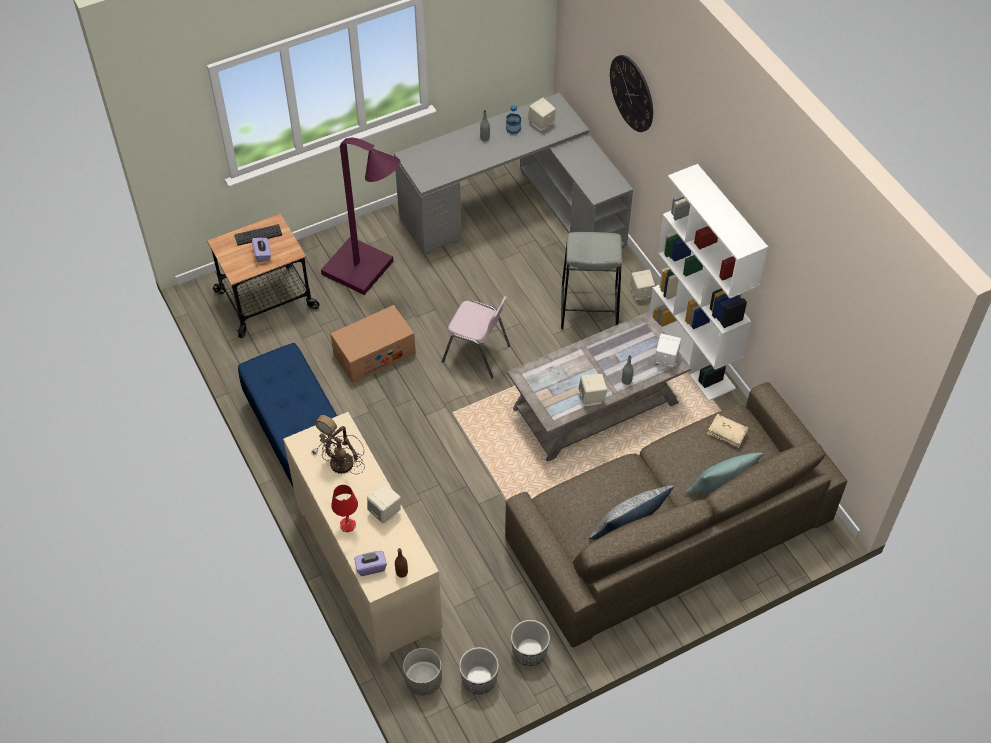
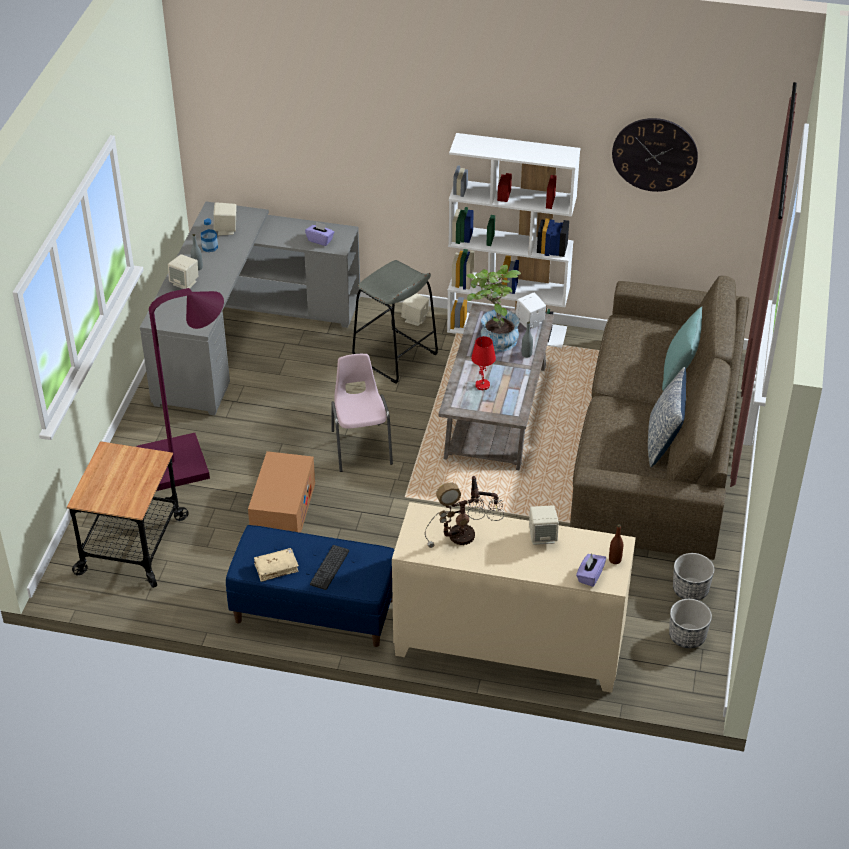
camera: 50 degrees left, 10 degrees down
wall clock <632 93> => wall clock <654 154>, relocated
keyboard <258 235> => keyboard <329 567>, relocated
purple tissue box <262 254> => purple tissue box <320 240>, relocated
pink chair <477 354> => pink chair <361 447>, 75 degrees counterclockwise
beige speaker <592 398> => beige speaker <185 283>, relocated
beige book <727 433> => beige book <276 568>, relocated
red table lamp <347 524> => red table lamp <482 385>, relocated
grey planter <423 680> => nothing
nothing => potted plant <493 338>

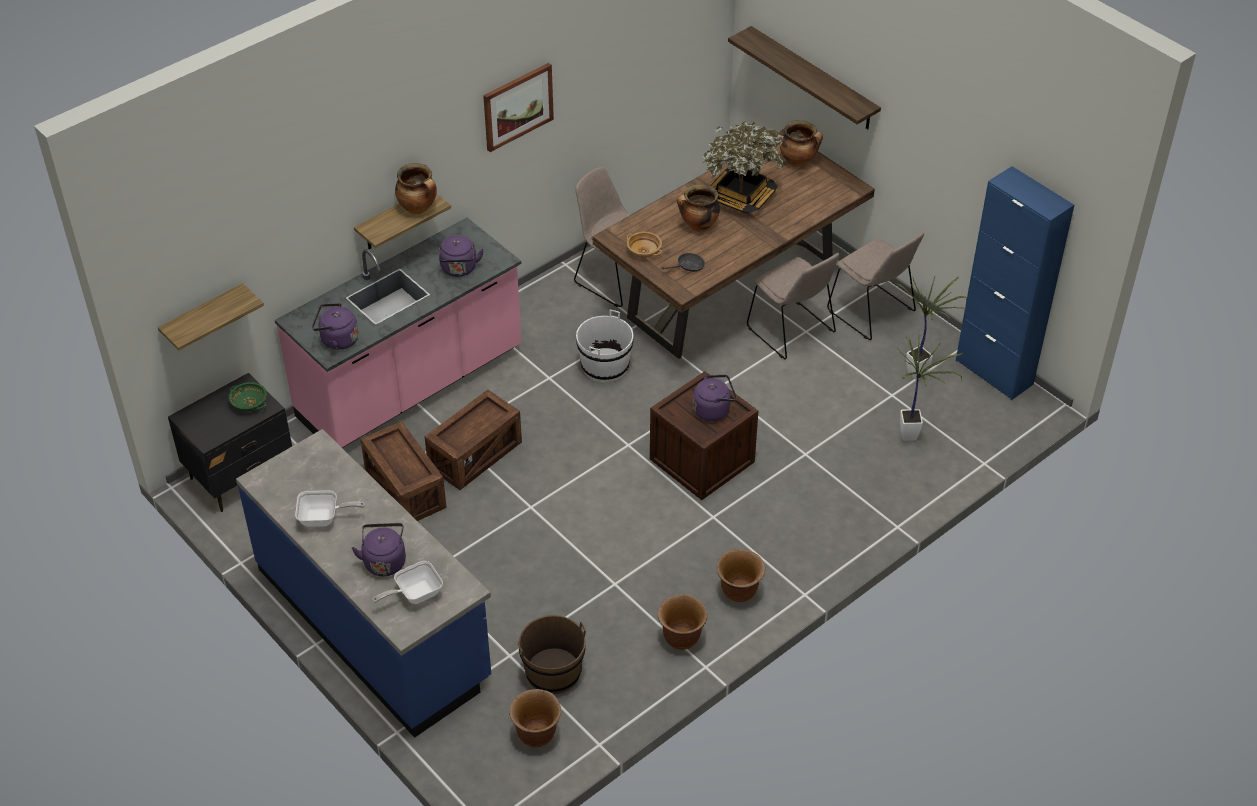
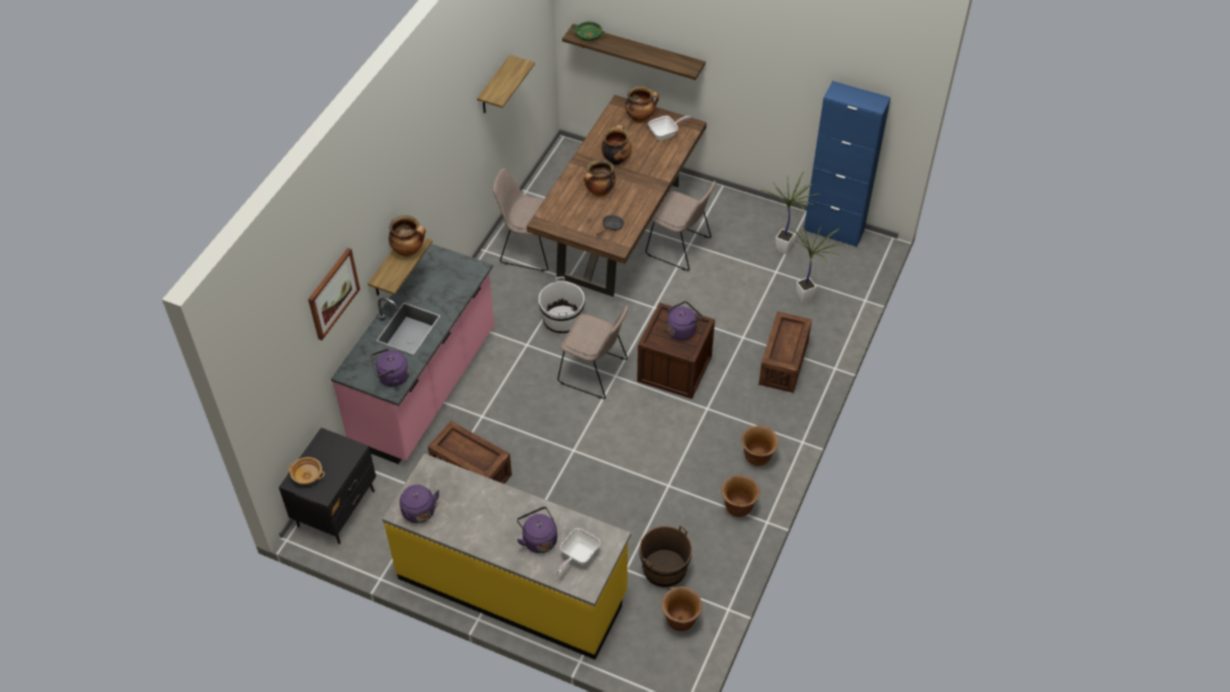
camera: 25 degrees left, 5 degrees up
picture <517 106> => picture <333 293>, relocated
potted plant <740 197> => cooking pot <616 159>
beige bowl <644 251> => beige bowl <307 475>, relocated
beige chair <873 313> => beige chair <595 372>, relocated
purple kettle <459 269> => purple kettle <420 513>, relocated
shelf <203 318> => shelf <494 86>, relocated
green bowl <249 403> => green bowl <588 37>, relocated
crate <475 455> => crate <783 363>, relocated
blue counter <374 624> => yellow counter <512 586>
frying pan <323 518> => frying pan <666 134>, relocated

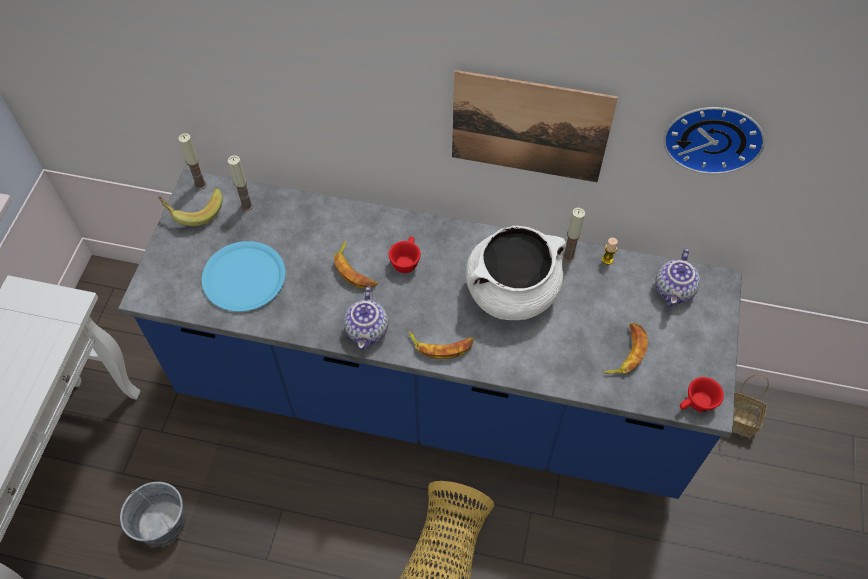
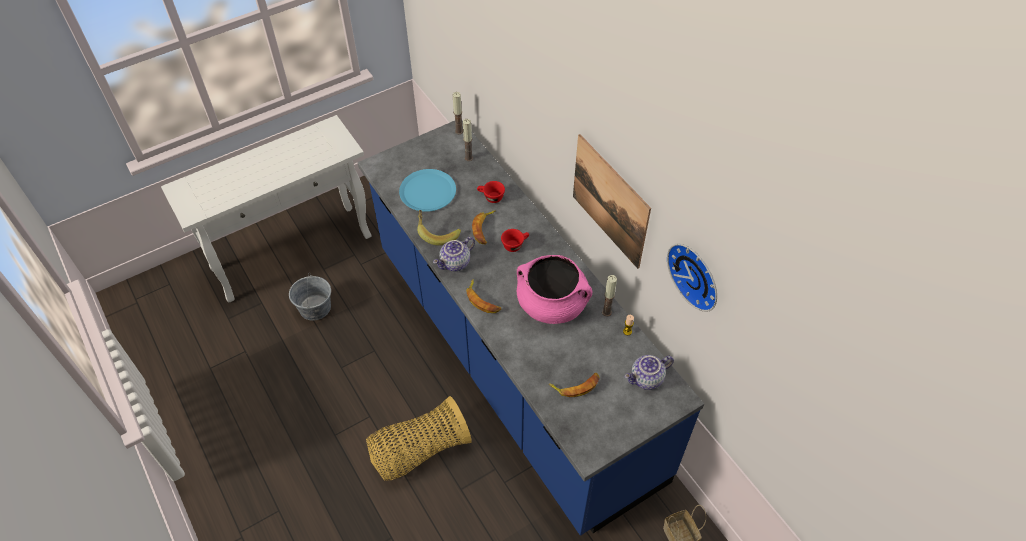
camera: 45 degrees right, 5 degrees down
banana <194 210> => banana <437 233>, relocated
white cooking pot <512 291> => pink cooking pot <552 304>
red cup <696 404> => red cup <490 197>, relocated

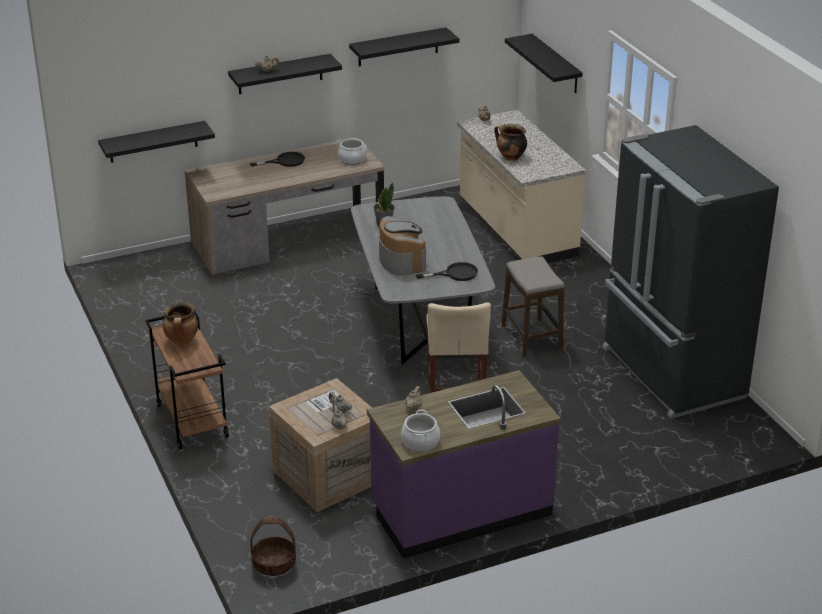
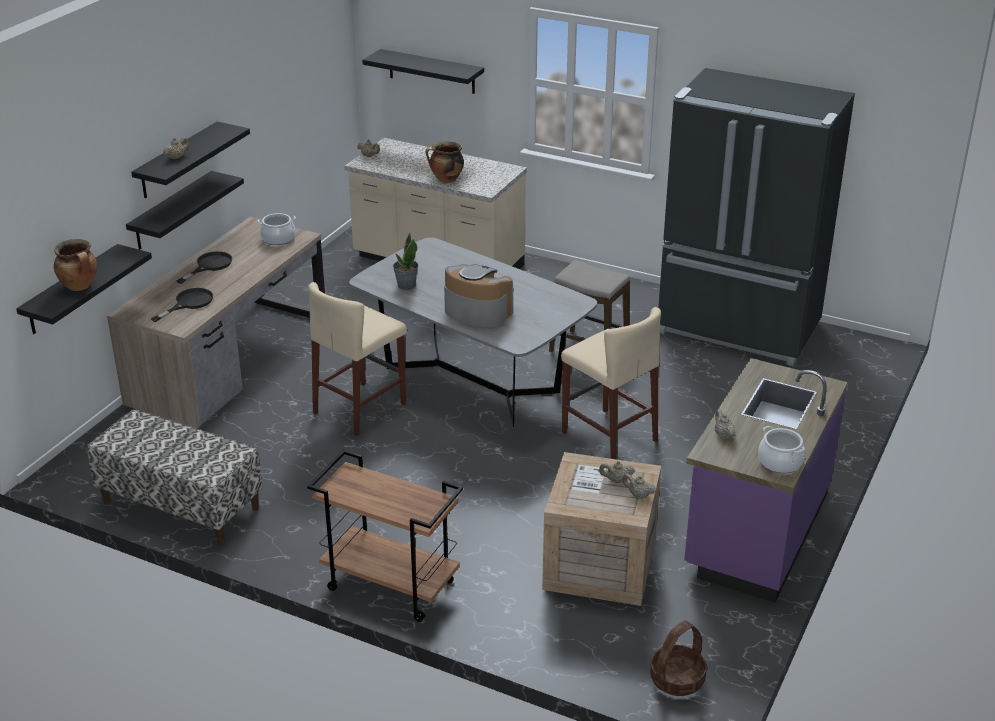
camera: 40 degrees left, 0 degrees up
black shelf <398 47> => black shelf <172 211>, relocated
black frying pan <455 274> => black frying pan <189 303>, relocated
cooking pot <182 341> => cooking pot <80 286>, relocated
nothing => beige stool <360 408>
nothing => bench <180 505>

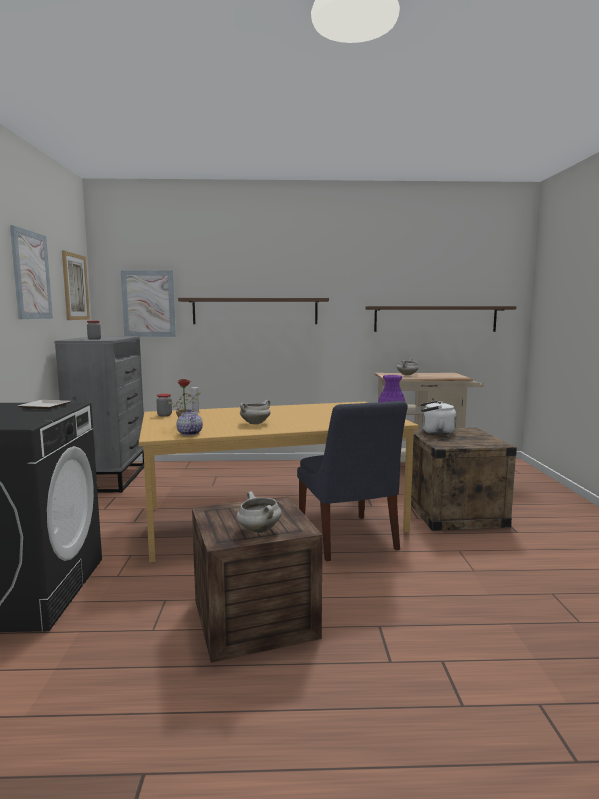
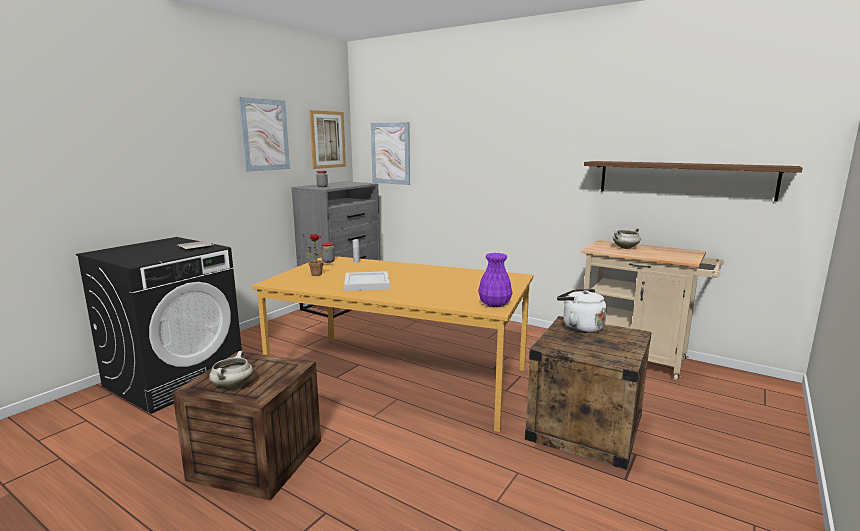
camera: 35 degrees right, 5 degrees up
shelf <255 311> => nothing
white cooking pot <255 423> => white tray <367 283>
blue chair <347 539> => nothing
teapot <189 433> => nothing

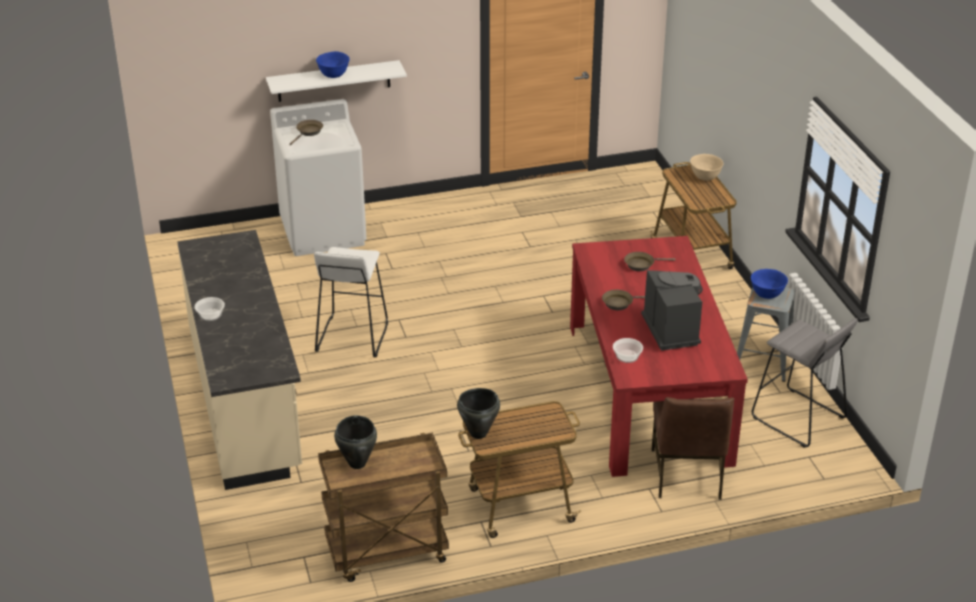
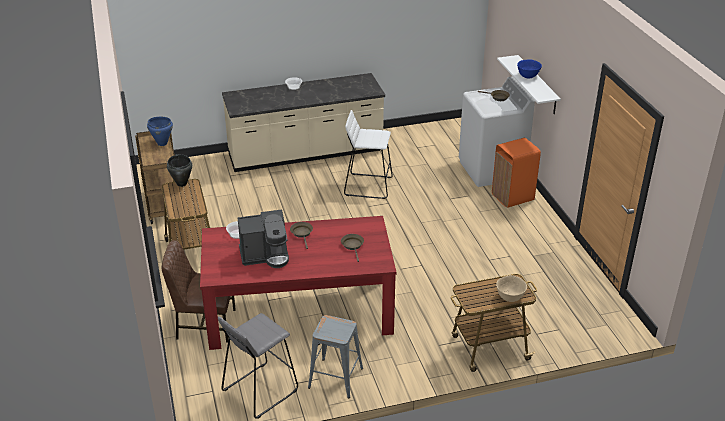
camera: 90 degrees right, 0 degrees up
blue bowl <767 294> => nothing
black cooking pot <357 463> => blue cooking pot <162 143>
nothing => orange trash can <512 197>

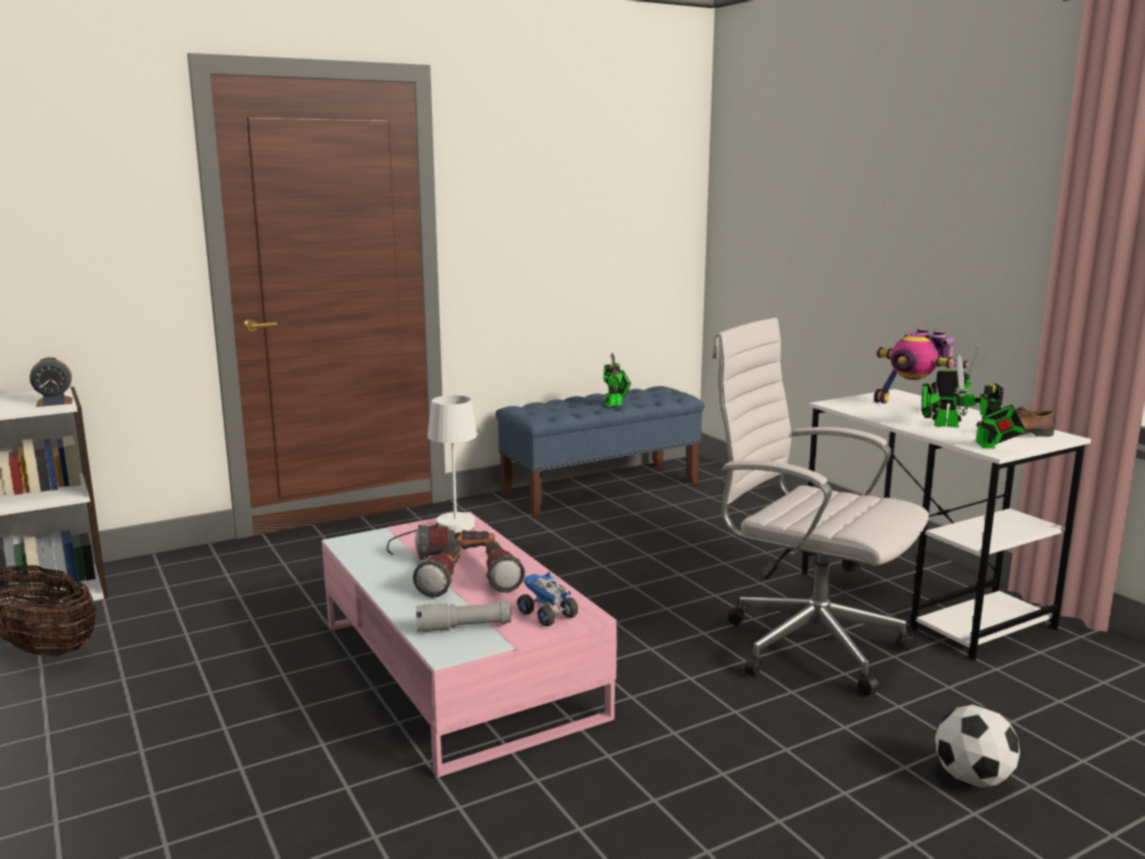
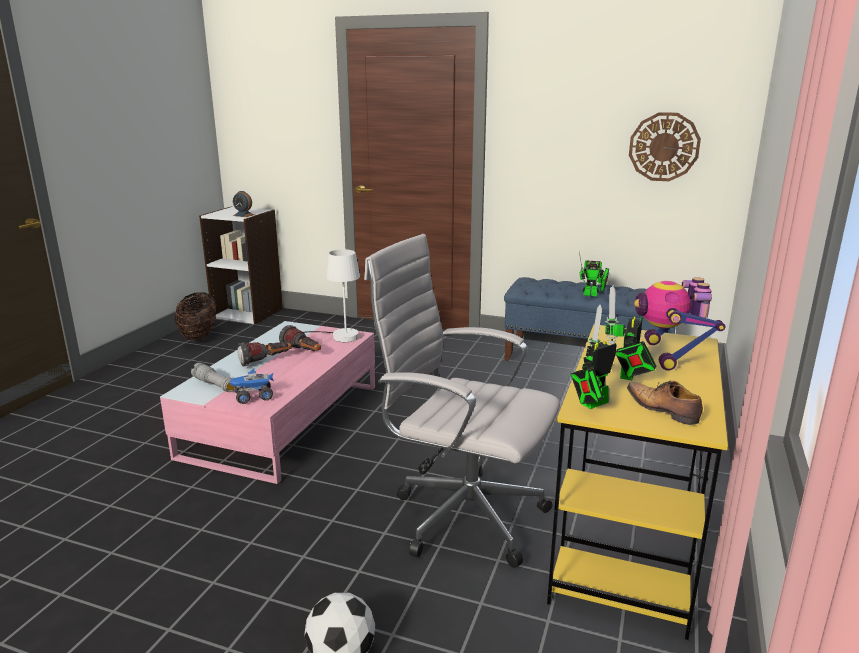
camera: 50 degrees right, 5 degrees up
white office chair <805 644> => white office chair <462 515>, 60 degrees counterclockwise
toy robot <941 425> => toy robot <626 376>, 135 degrees counterclockwise
white desk <923 600> => yellow desk <626 544>
flashlight <499 578> => nothing
toy truck <546 615> => toy truck <253 397>, 120 degrees counterclockwise
nothing => wall clock <664 147>

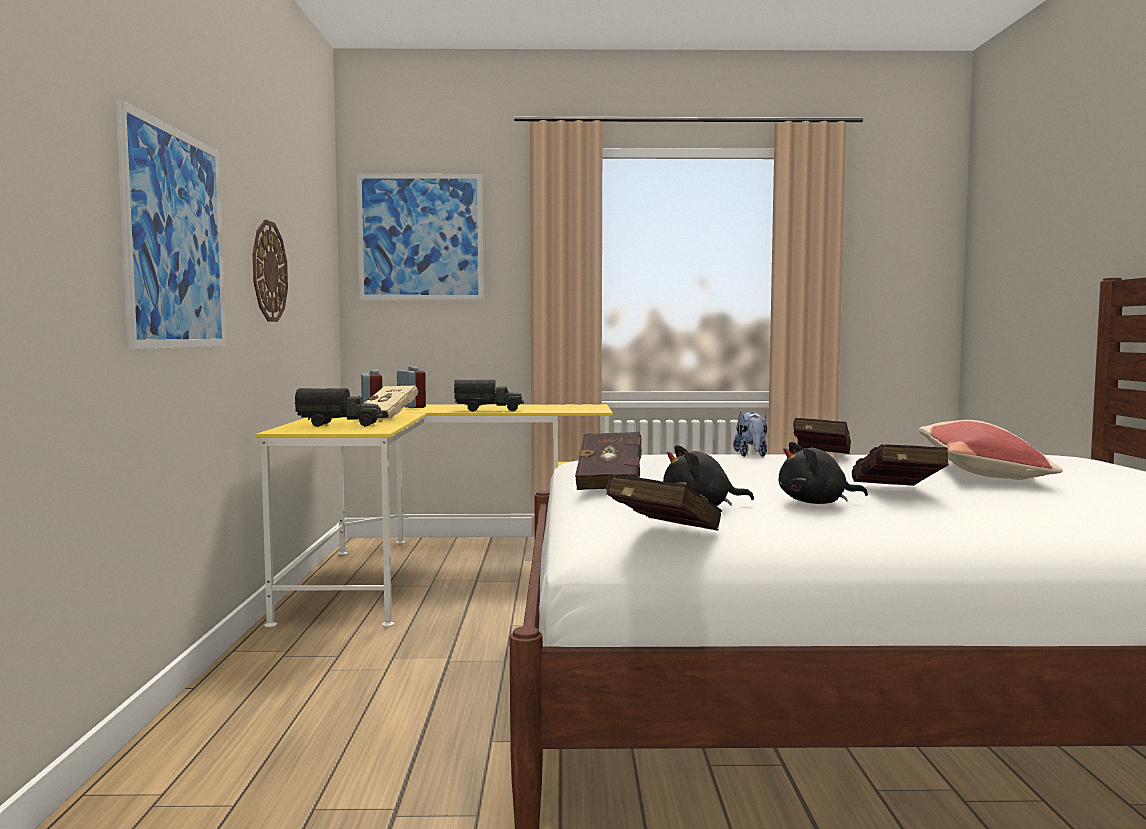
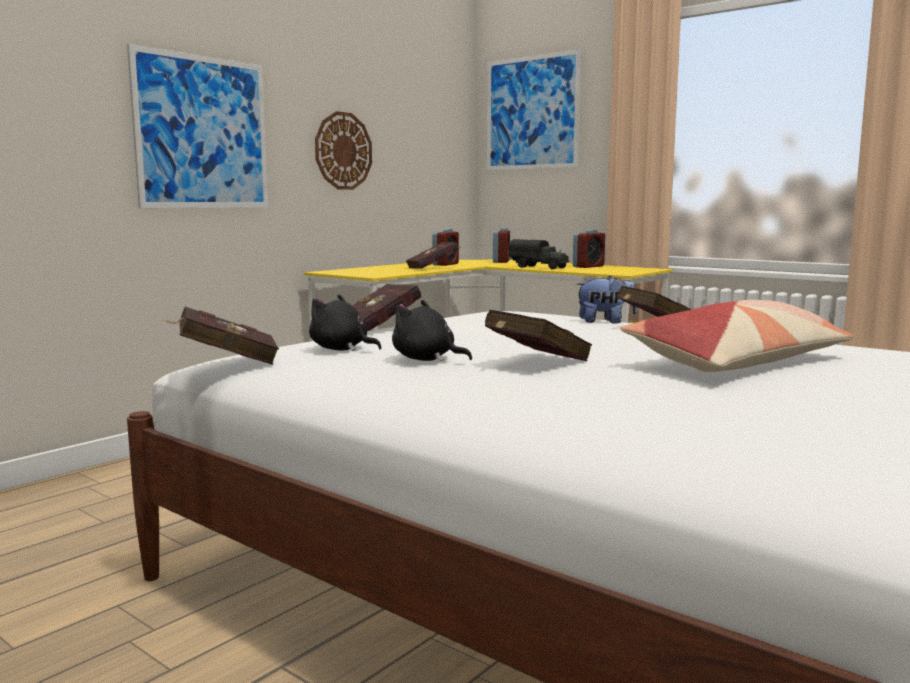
camera: 40 degrees right, 5 degrees up
beige book <390 418> => red book <434 268>
toy truck <340 425> => nothing
plush toy <751 455> => plush toy <605 322>, 135 degrees counterclockwise
nothing => alarm clock <588 266>

